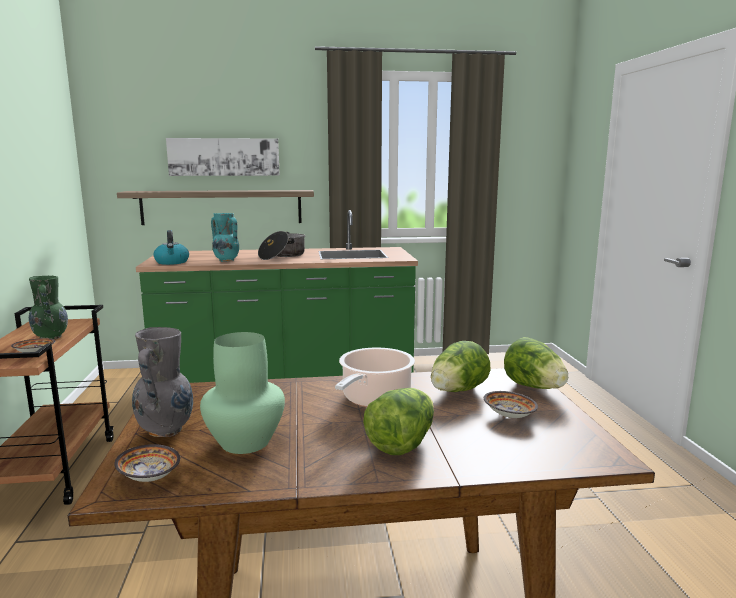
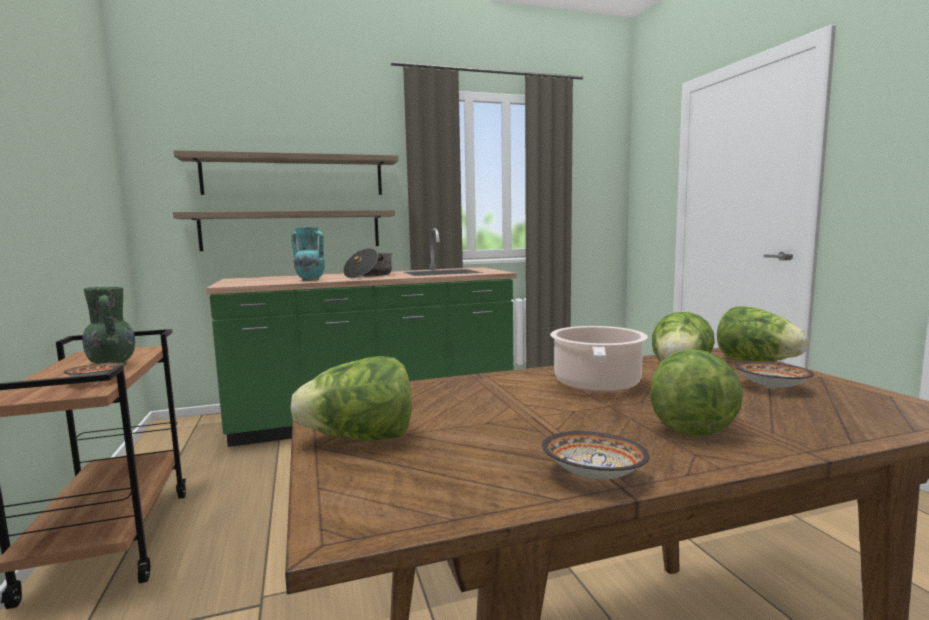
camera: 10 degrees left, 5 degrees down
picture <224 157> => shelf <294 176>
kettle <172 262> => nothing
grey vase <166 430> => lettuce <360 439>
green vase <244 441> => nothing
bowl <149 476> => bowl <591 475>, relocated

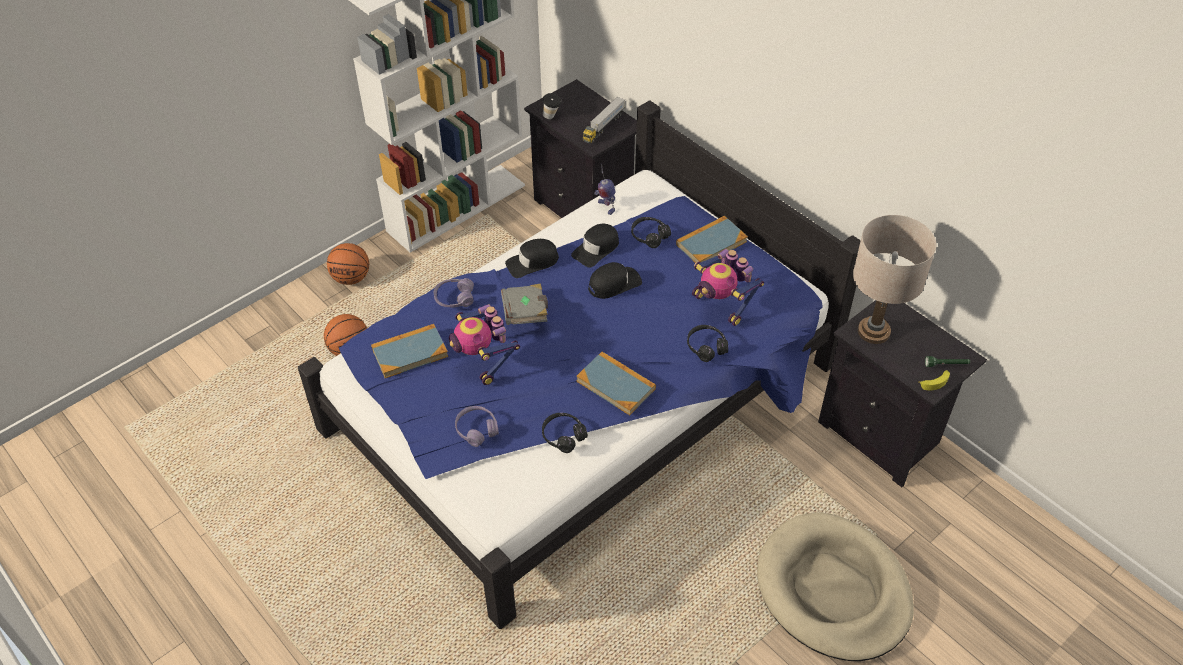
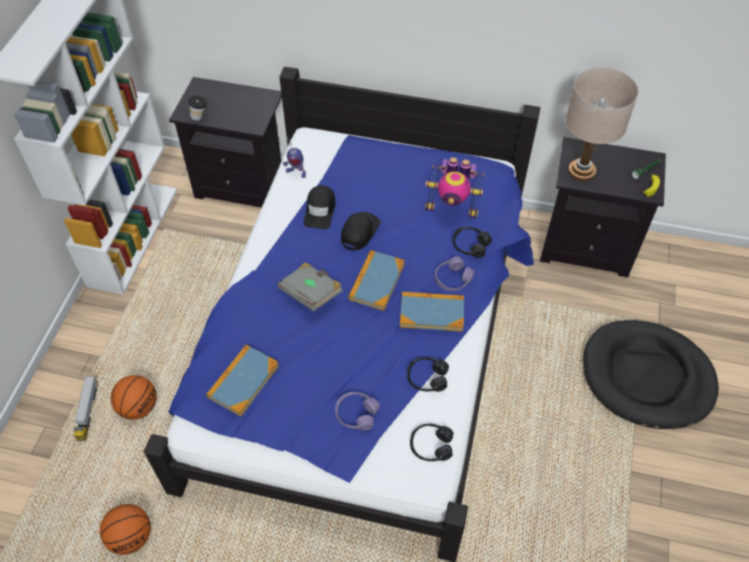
camera: 35 degrees left, 5 degrees up
toy truck <603 126> => toy truck <88 412>, relocated
book <711 243> => book <376 282>, relocated
black headphones <649 236> => black headphones <431 446>, relocated
black cap <532 262> => nothing
basketball <351 278> => basketball <131 537>, relocated
purple headphones <454 298> => purple headphones <452 279>, relocated
toy robot <483 361> => nothing
beige dog bed <833 590> => black dog bed <647 377>

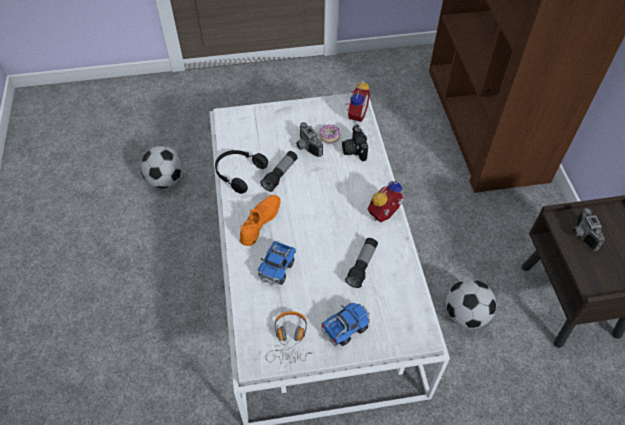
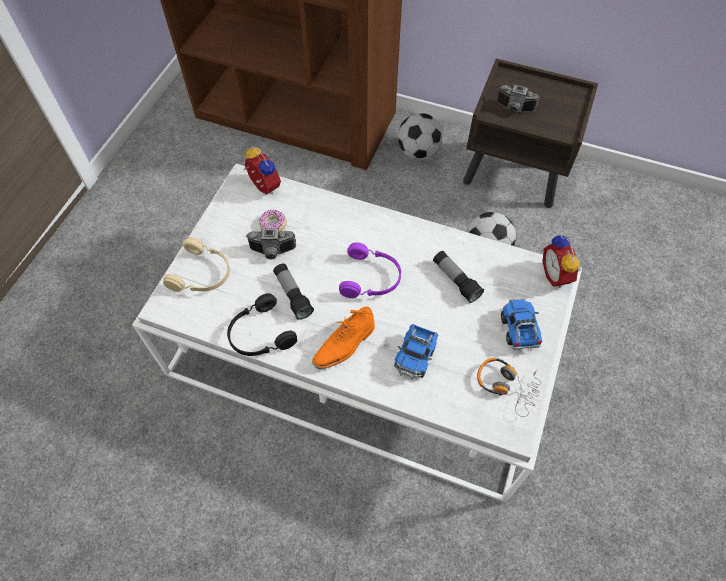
camera: 60 degrees left, 5 degrees up
photo camera <354 150> => nothing
football <165 180> => football <418 152>, relocated
alarm clock <385 216> => alarm clock <557 275>, relocated
orange shoe <260 222> => orange shoe <344 345>, 105 degrees counterclockwise
toy truck <277 269> => toy truck <415 357>, 60 degrees clockwise
nothing => beige headphones <202 274>
nothing => purple headphones <371 278>

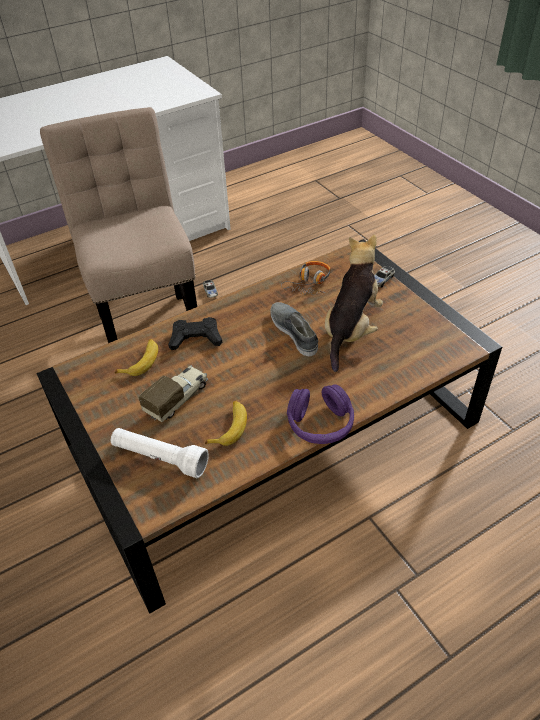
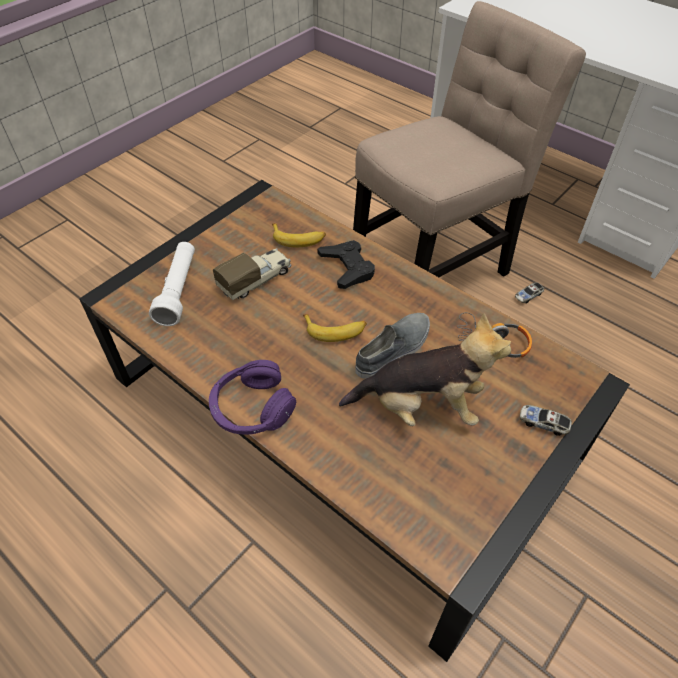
camera: 70 degrees right, 5 degrees up
toy truck <178 398> => toy truck <256 280>, 60 degrees counterclockwise
banana <229 427> => banana <335 330>, relocated

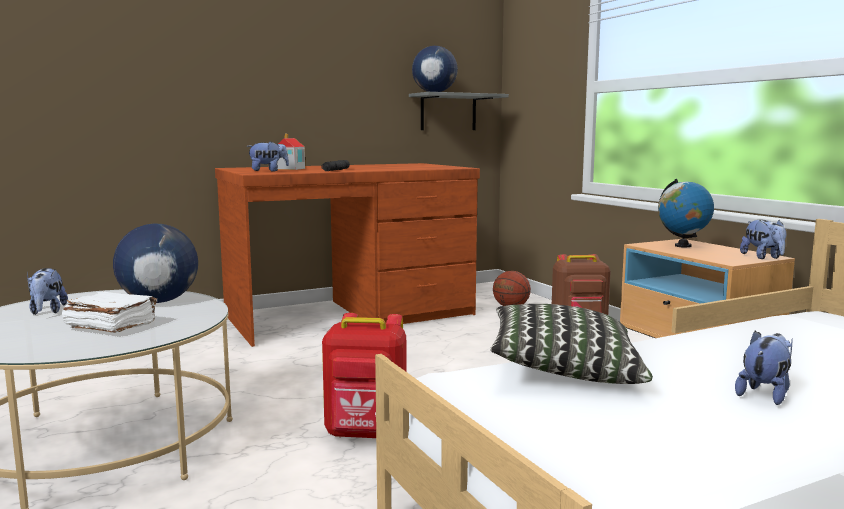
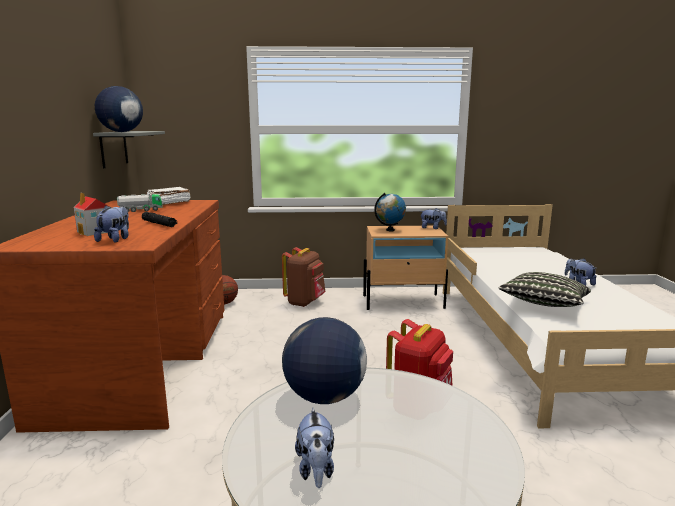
camera: 65 degrees left, 5 degrees up
plush toy <47 311> => plush toy <316 469>, 75 degrees clockwise
white book <111 326> => white book <168 203>, relocated
nothing => toy truck <141 210>

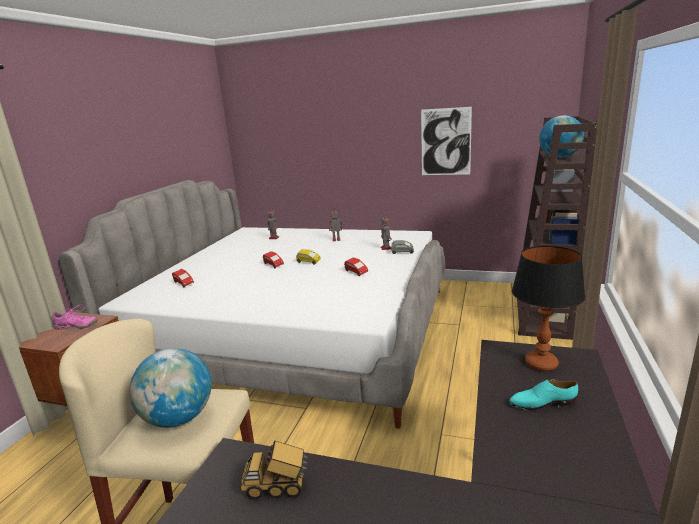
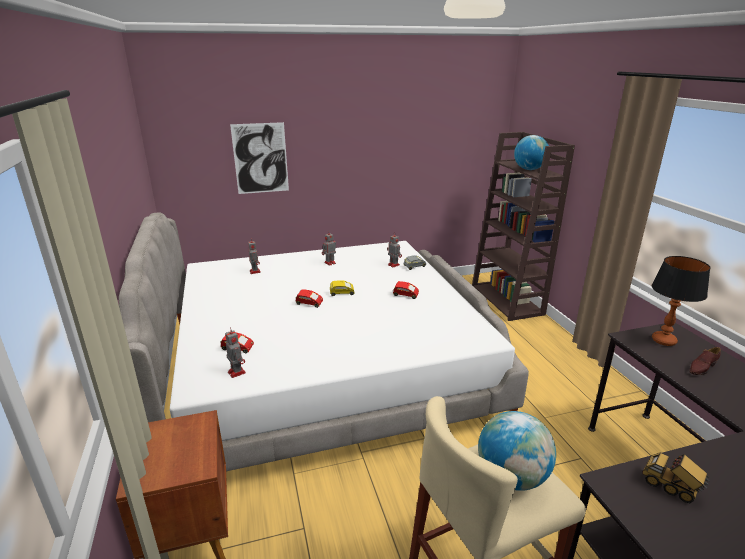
camera: 35 degrees left, 5 degrees up
picture <445 142> => picture <260 158>, relocated
pink shoe <76 326> => nothing
turquoise shoe <542 403> => brown shoe <702 367>
toy truck <278 487> => toy truck <671 487>, 75 degrees clockwise
nothing => toy robot <236 372>

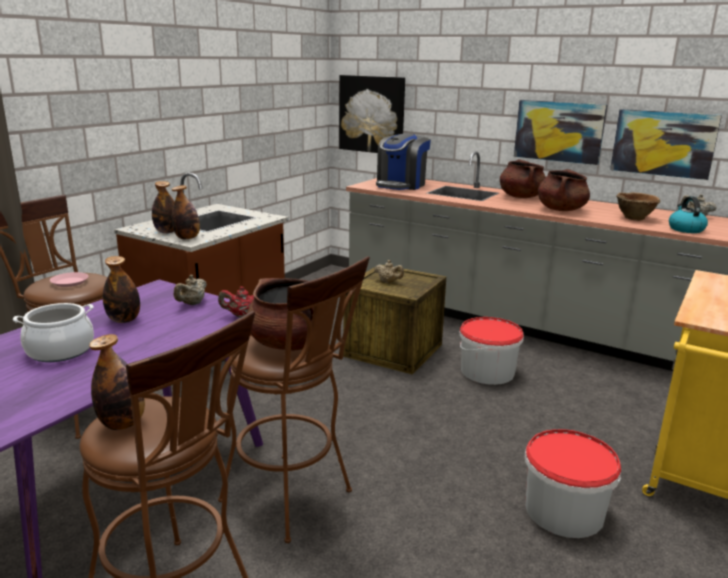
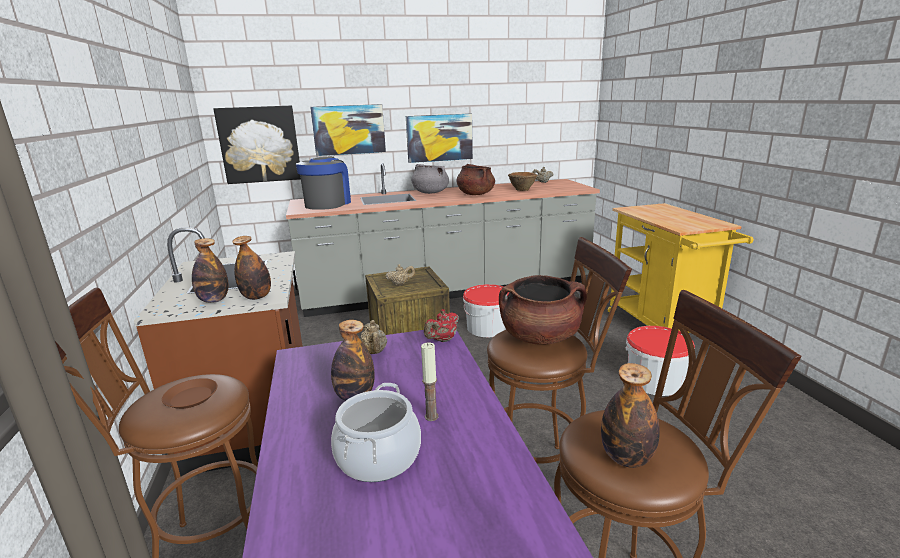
camera: 45 degrees left, 0 degrees up
picture <663 143> => picture <349 130>, relocated
coffee machine <401 185> => coffee machine <327 204>, 150 degrees counterclockwise
brown cooking pot <521 197> => grey cooking pot <430 192>
kettle <685 229> => nothing
pink plate <70 282> => brown plate <191 397>
nothing => candle <431 416>

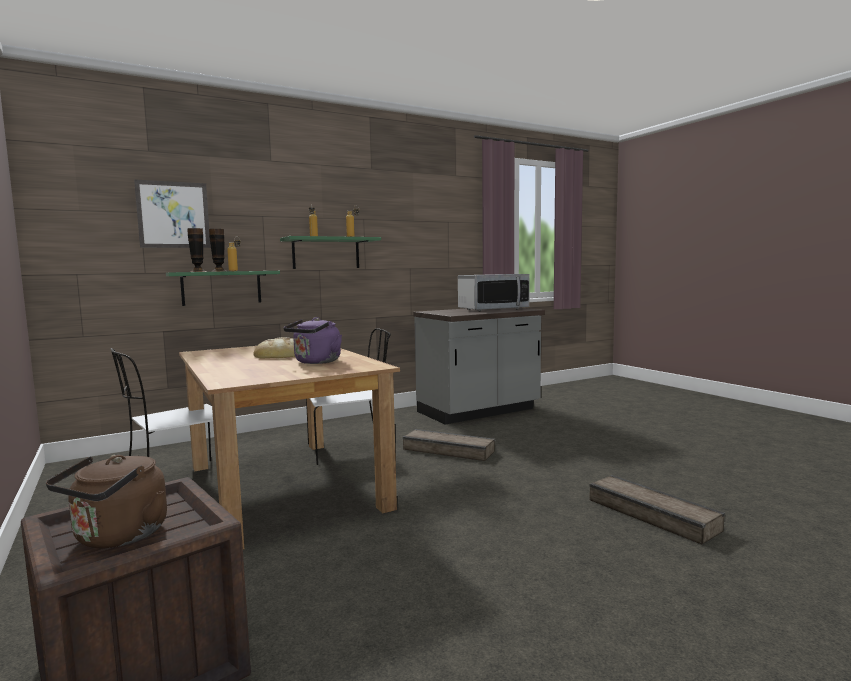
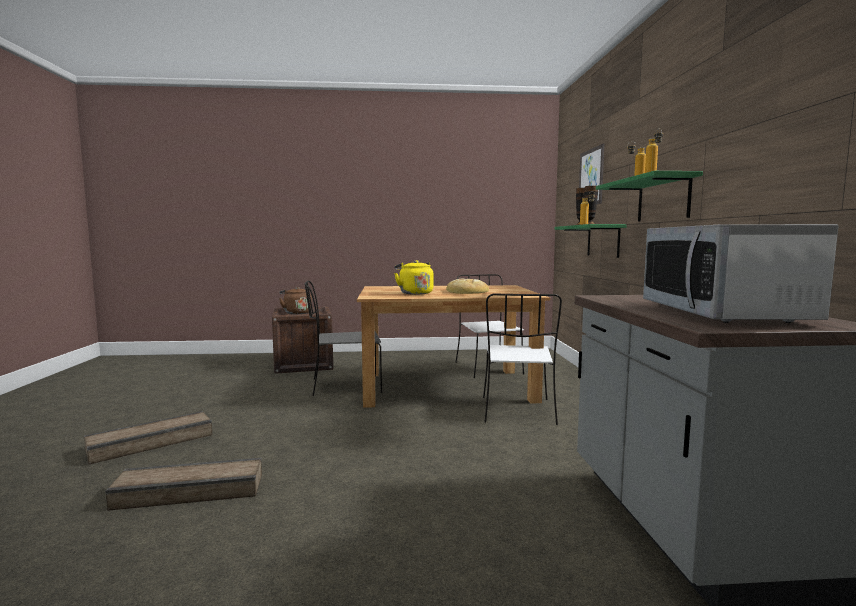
camera: 115 degrees right, 0 degrees up
purple kettle <316 362> => yellow kettle <414 293>
crate <448 450> => crate <152 443>, relocated
nothing => grey chair <344 386>

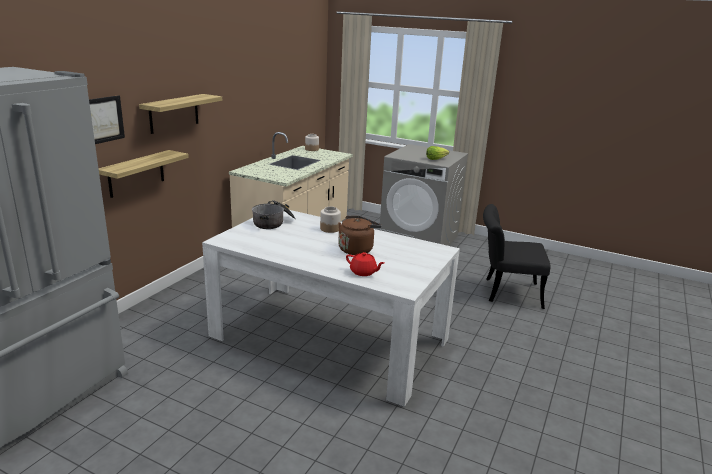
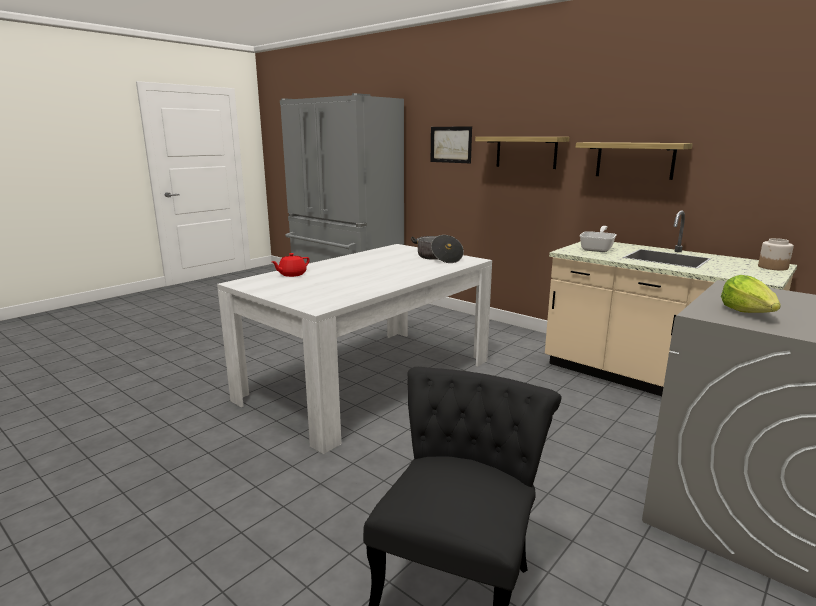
camera: 105 degrees right, 5 degrees down
shelf <136 173> => shelf <634 160>, relocated
jar <330 229> => nothing
brown kettle <357 249> => nothing
nothing => frying pan <598 249>

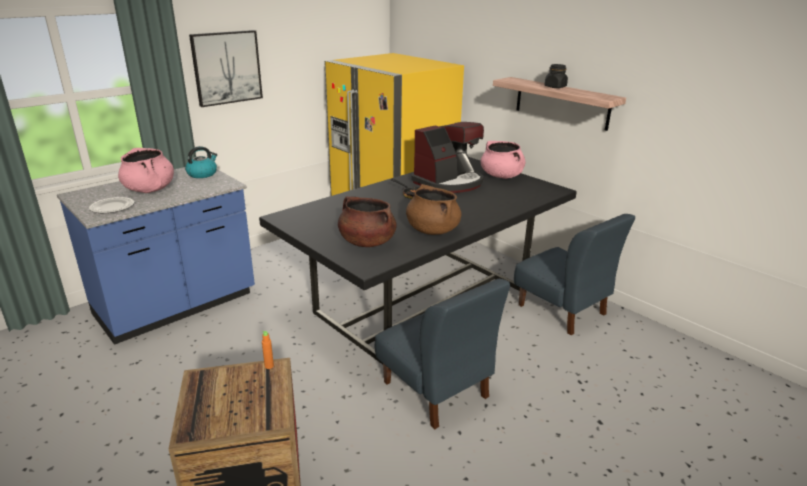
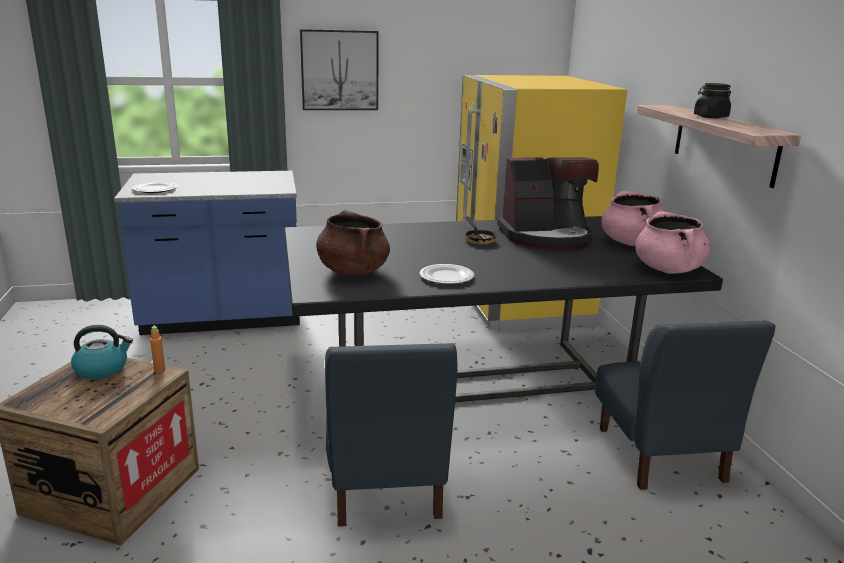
camera: 30 degrees right, 5 degrees down
kettle <202 174> => kettle <102 369>, relocated
pink cooking pot <150 189> => pink cooking pot <668 269>, relocated
brown cooking pot <432 230> => plate <446 276>

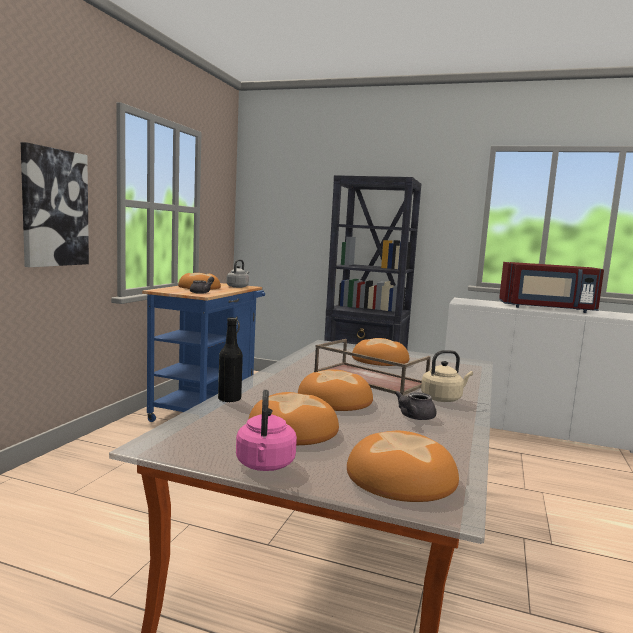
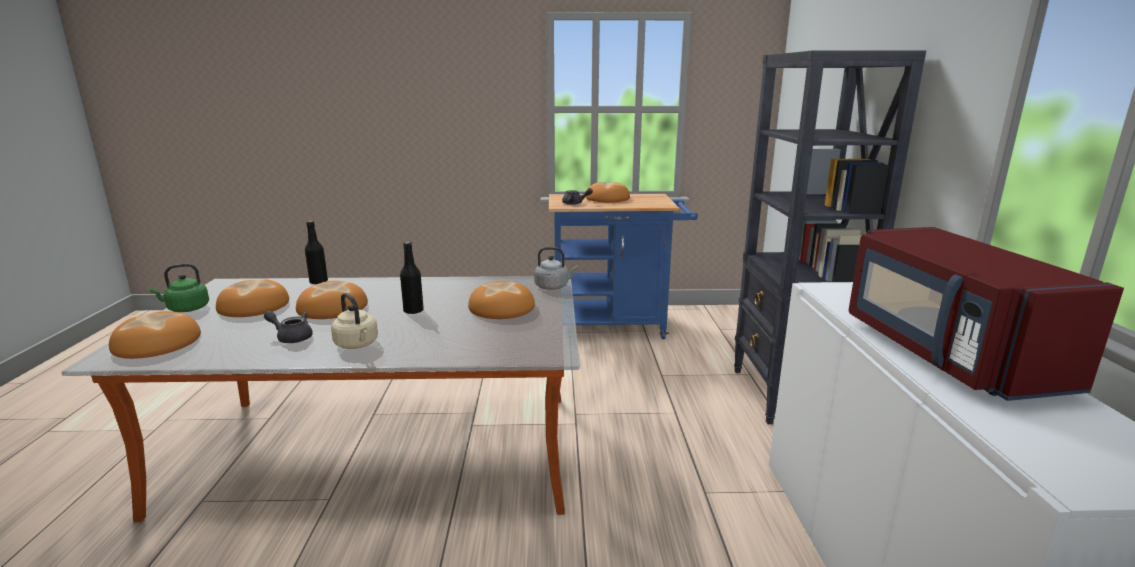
camera: 70 degrees right, 10 degrees up
picture <54 208> => nothing
grey kettle <238 287> => grey kettle <553 287>, relocated
brown tray <368 378> => black bottle <413 311>
pink kettle <265 465> => green kettle <186 309>

